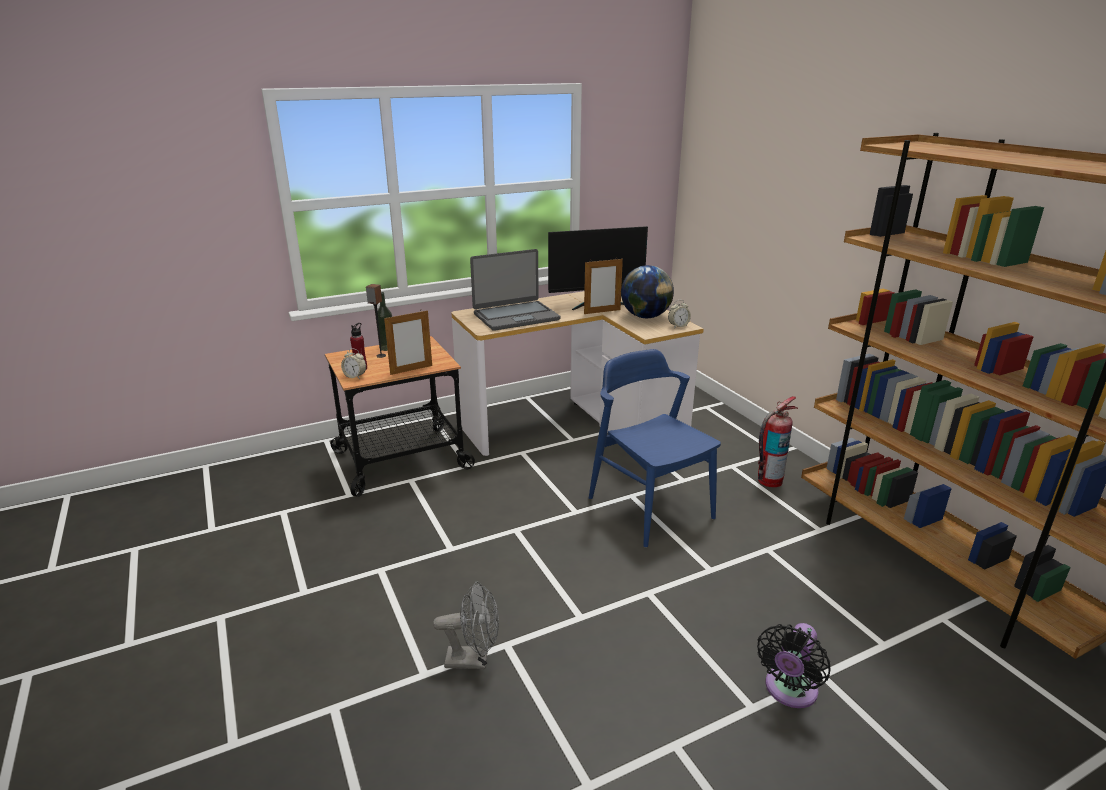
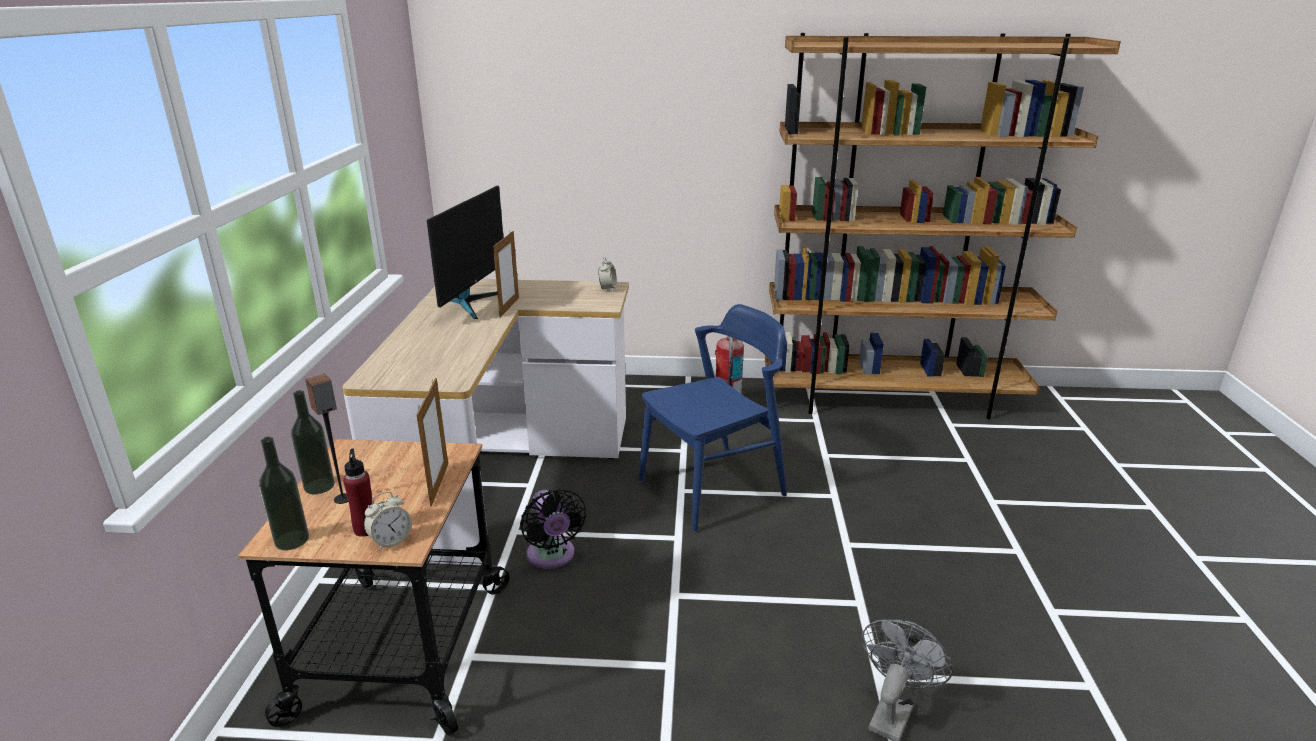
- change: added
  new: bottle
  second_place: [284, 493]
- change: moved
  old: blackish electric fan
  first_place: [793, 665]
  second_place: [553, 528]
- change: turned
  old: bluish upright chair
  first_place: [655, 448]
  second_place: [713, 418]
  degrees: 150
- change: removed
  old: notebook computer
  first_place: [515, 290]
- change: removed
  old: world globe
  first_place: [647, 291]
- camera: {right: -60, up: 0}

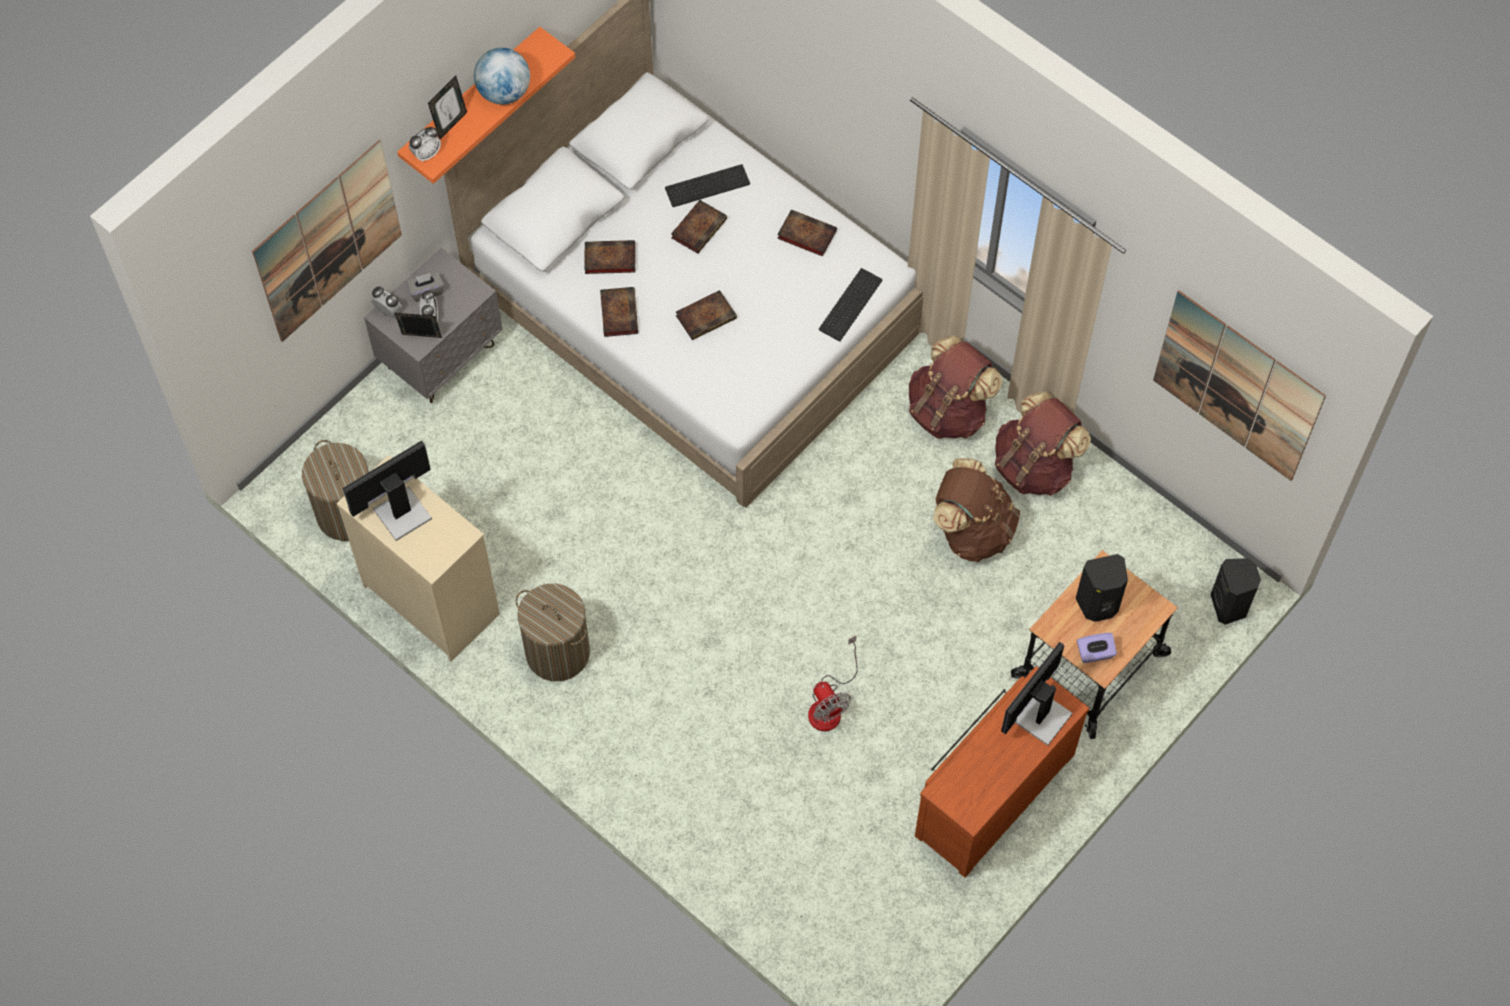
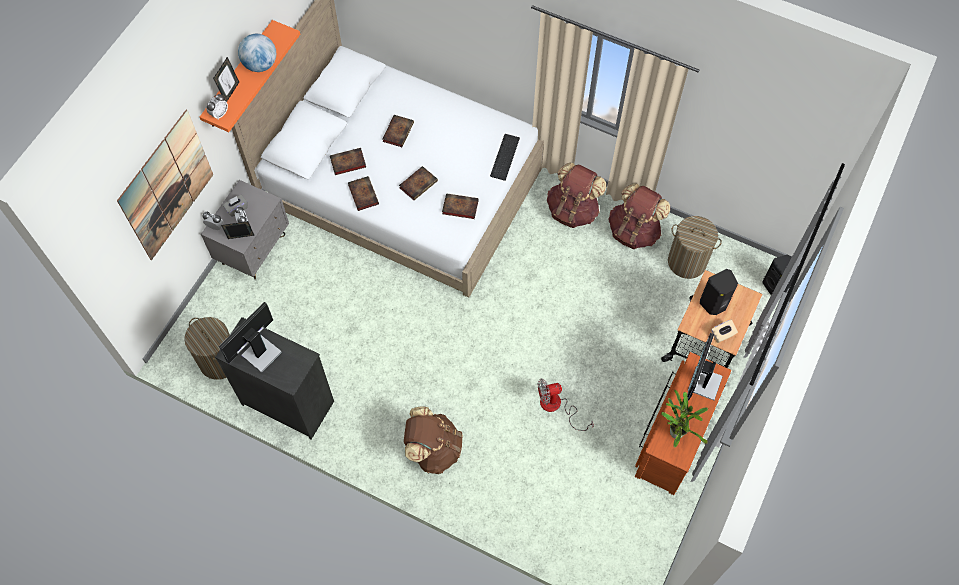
- change: recoloured
  old: beige chest of drawers
  new: blackish chest of drawers
  first_place: [418, 558]
  second_place: [274, 378]
- change: moved
  old: brownish knapsack
  first_place: [976, 510]
  second_place: [433, 440]
- change: moved
  old: bound book
  first_place: [807, 233]
  second_place: [460, 206]
- change: turned
  old: electric fan
  first_place: [833, 683]
  second_place: [566, 404]
  degrees: 120
- change: added
  new: plant in a pot
  second_place: [684, 419]
- change: moved
  old: hamper
  first_place: [553, 632]
  second_place: [695, 247]
- change: recoloured
  old: purple-coloured tissue holder
  new: beige tissue holder
  first_place: [1097, 648]
  second_place: [724, 331]
- change: removed
  old: PC keyboard
  first_place: [707, 185]
- change: removed
  old: picture
  first_place: [1239, 385]
- camera: {right: -15, up: 0}

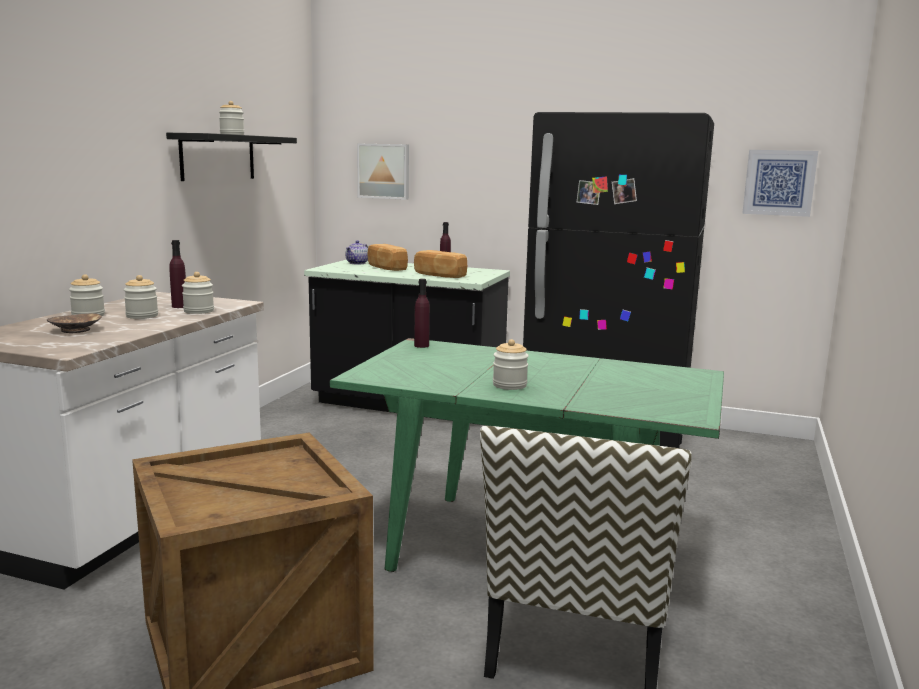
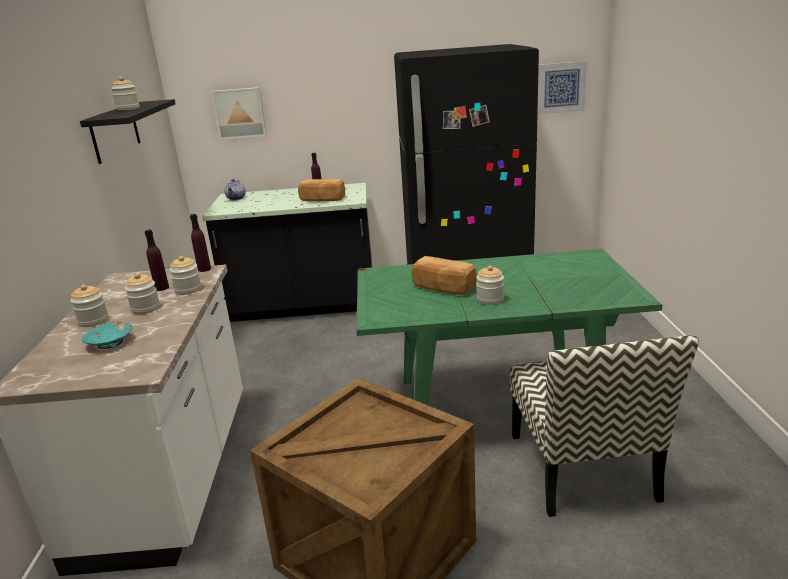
- change: recoloured
  old: brownish bowl
  new: turquoise-coloured bowl
  first_place: [74, 323]
  second_place: [107, 335]
- change: moved
  old: purple-coloured bottle
  first_place: [422, 313]
  second_place: [200, 243]
- change: moved
  old: bread
  first_place: [387, 257]
  second_place: [444, 275]
- camera: {right: -20, up: 10}

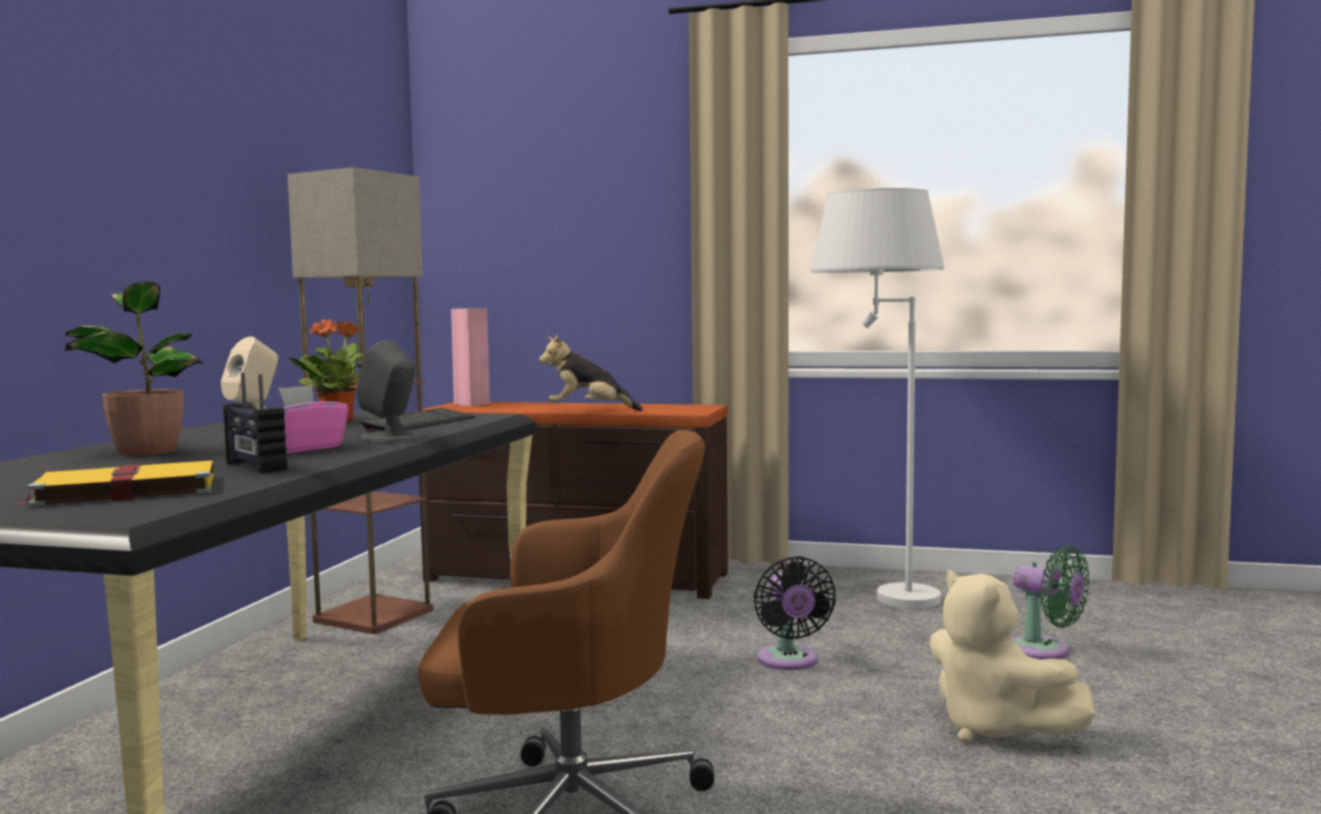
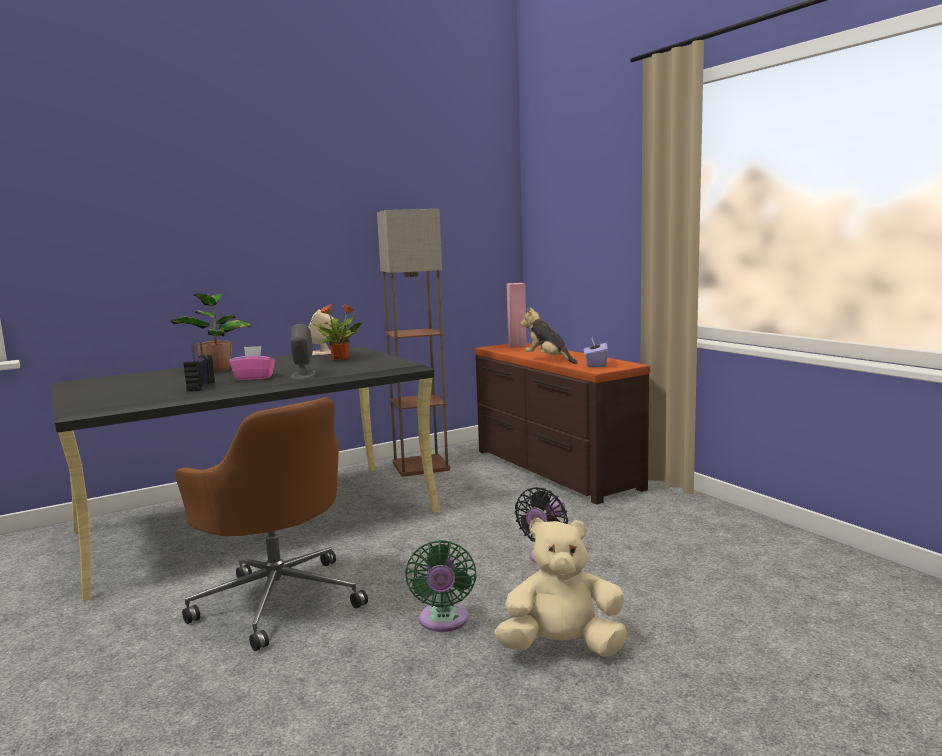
- change: moved
  old: green-coloured electric fan
  first_place: [1051, 602]
  second_place: [441, 586]
- change: turned
  old: beige soft toy
  first_place: [1012, 656]
  second_place: [561, 587]
  degrees: 75
- change: added
  new: purple-coloured tissue holder
  second_place: [596, 352]
- change: removed
  old: yellow-coloured bound book
  first_place: [115, 483]
- change: removed
  old: PC keyboard
  first_place: [417, 419]
- change: removed
  old: white standard lamp
  first_place: [877, 398]
- camera: {right: 45, up: 5}

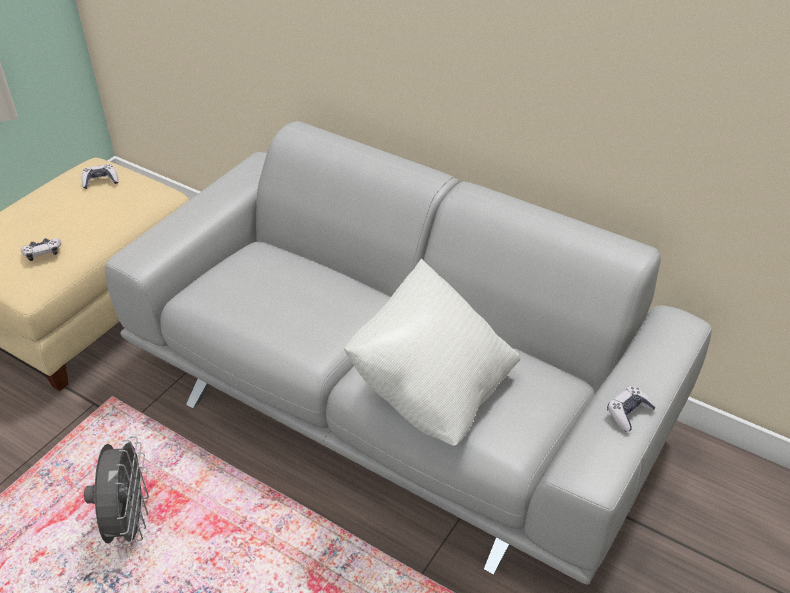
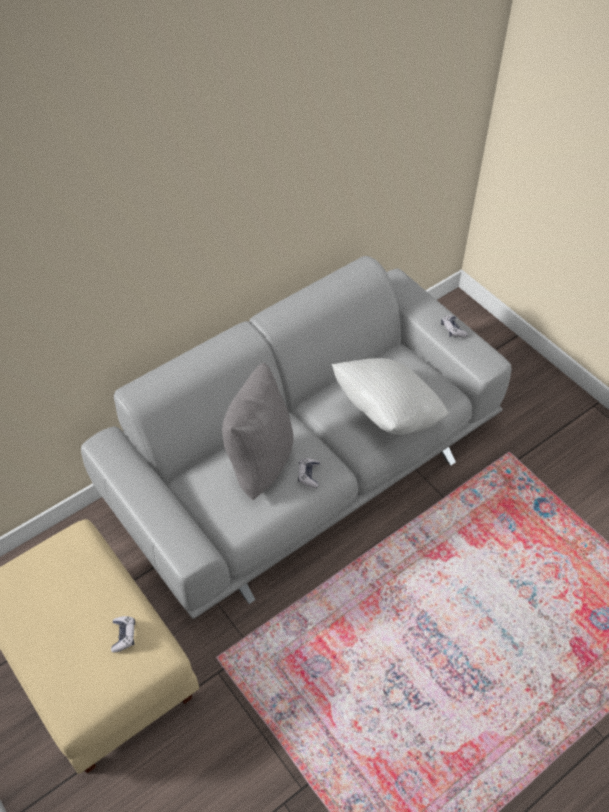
- change: added
  new: gray cushion
  second_place: [257, 431]
- change: moved
  old: game controller
  first_place: [100, 176]
  second_place: [309, 473]
- change: removed
  old: gray electric fan
  first_place: [116, 492]
- camera: {right: -70, up: 10}

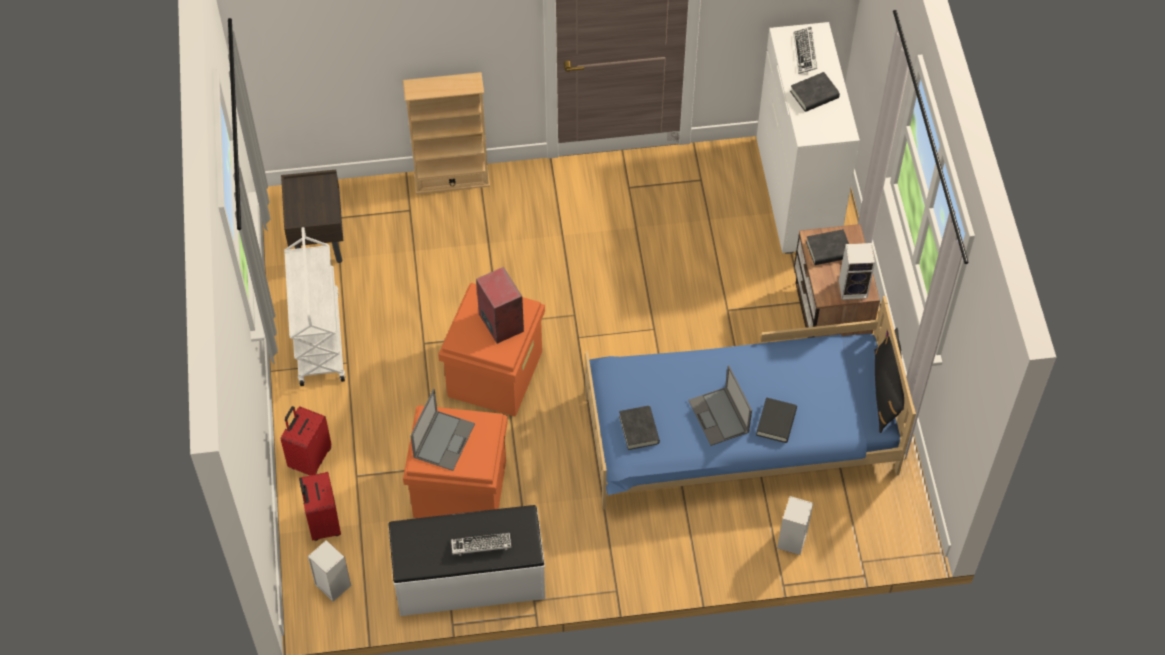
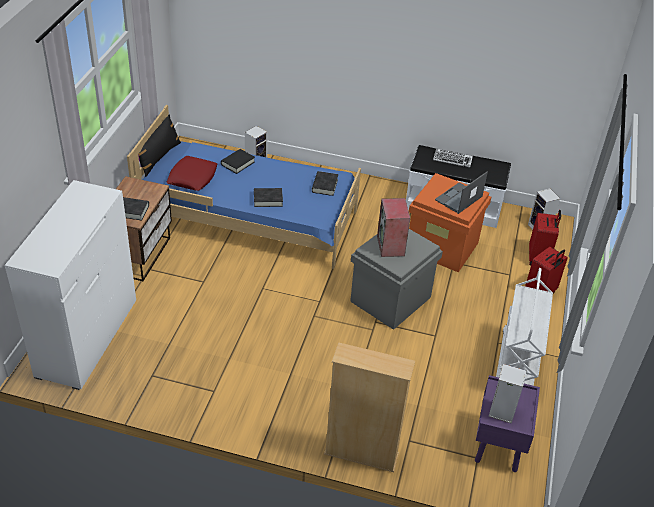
- change: added
  new: reddish cushion
  second_place: [192, 173]
- change: moved
  old: blackish bound book
  first_place: [815, 92]
  second_place: [268, 197]
- change: recoloured
  old: orange-coloured storage bin
  new: gray storage bin
  first_place: [491, 350]
  second_place: [396, 279]
- change: recoloured
  old: brownish bedside table
  new: purple-coloured bedside table
  first_place: [312, 216]
  second_place: [507, 423]
- change: moved
  old: loudspeaker
  first_place: [857, 271]
  second_place: [508, 394]
- change: removed
  old: notebook computer
  first_place: [720, 405]
- change: removed
  old: PC keyboard
  first_place: [805, 50]
- camera: {right: -160, up: -15}

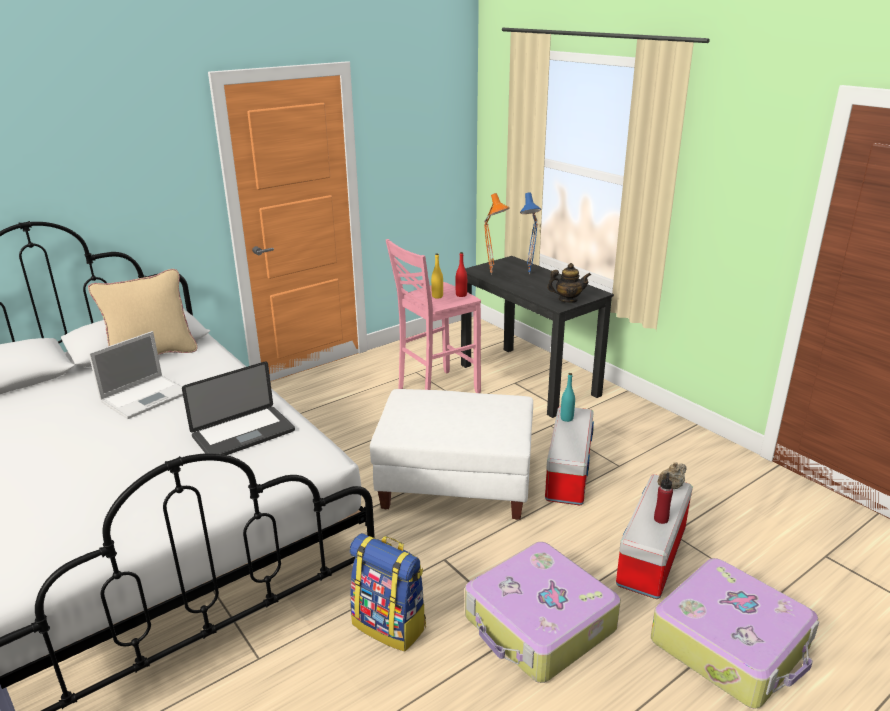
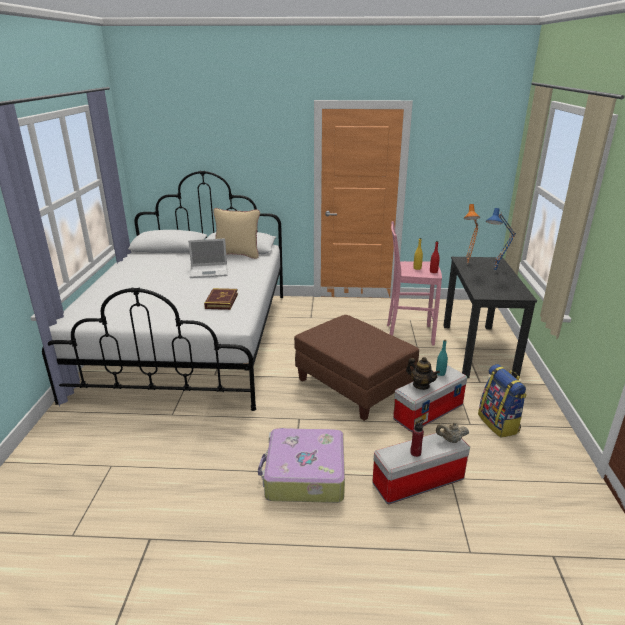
- change: replaced
  old: notebook computer
  new: bound book
  first_place: [238, 408]
  second_place: [221, 299]
- change: recoloured
  old: white footrest
  new: brownish footrest
  first_place: [451, 454]
  second_place: [356, 368]
- change: moved
  old: pot for tea
  first_place: [569, 283]
  second_place: [423, 373]
- change: moved
  old: knapsack
  first_place: [388, 592]
  second_place: [502, 401]
- change: removed
  old: suitcase
  first_place: [735, 633]
- camera: {right: 40, up: 0}

